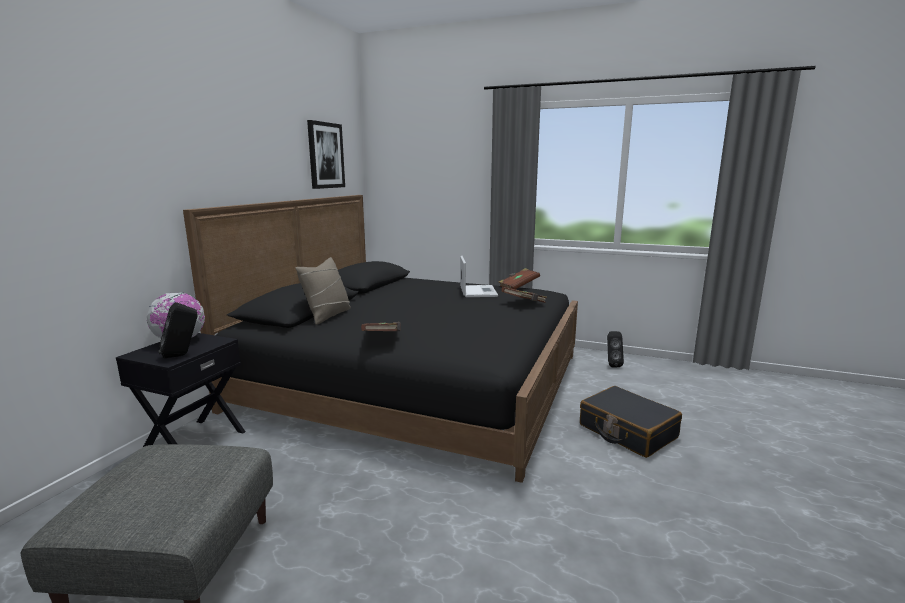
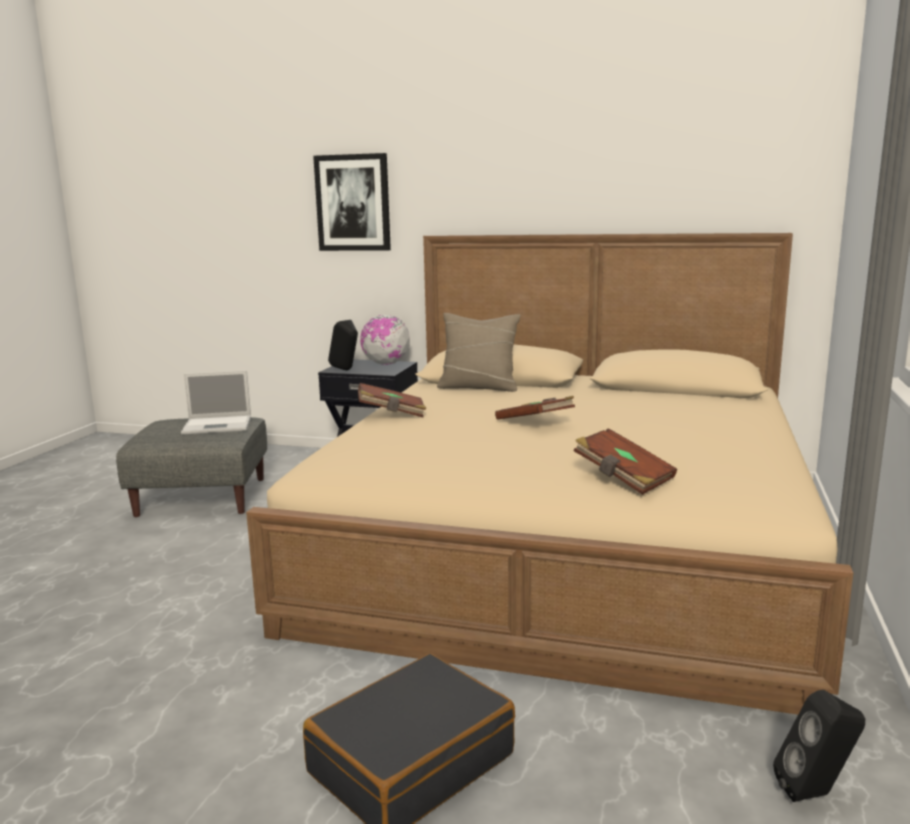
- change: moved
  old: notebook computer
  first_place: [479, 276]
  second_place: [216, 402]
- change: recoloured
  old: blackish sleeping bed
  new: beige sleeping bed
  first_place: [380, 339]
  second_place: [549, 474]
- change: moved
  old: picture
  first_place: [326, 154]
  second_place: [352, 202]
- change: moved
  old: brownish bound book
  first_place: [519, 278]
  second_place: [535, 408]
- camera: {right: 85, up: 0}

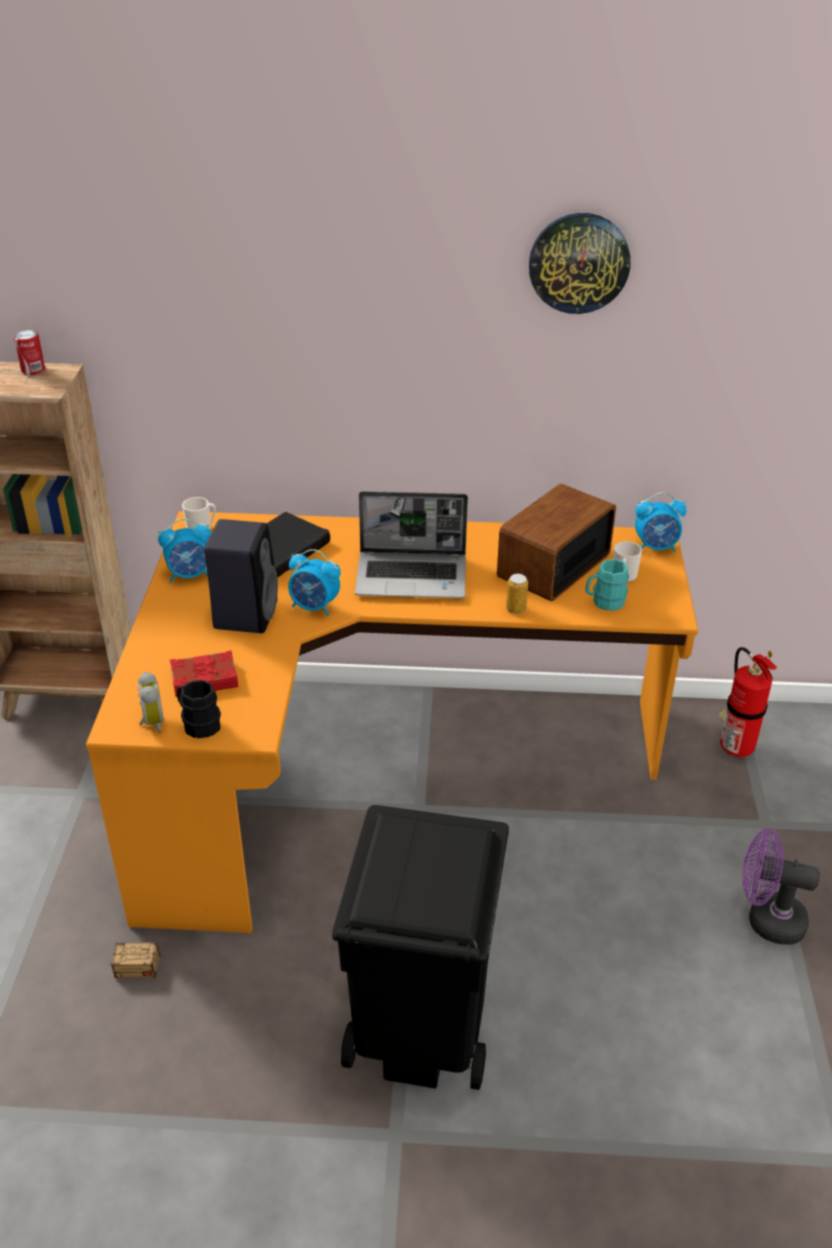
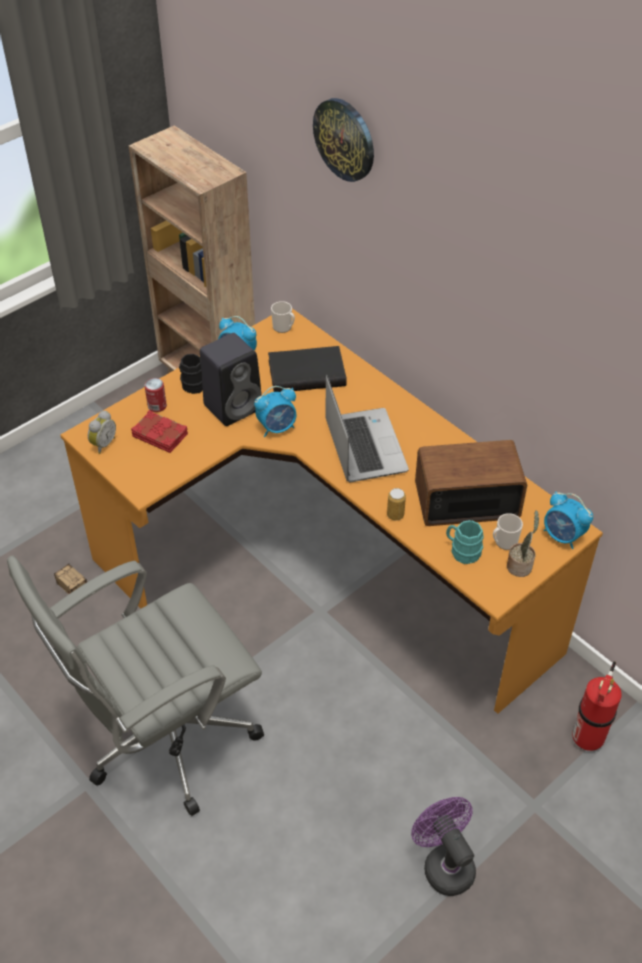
- change: replaced
  old: blackish trash can
  new: gray desk chair
  first_place: [420, 947]
  second_place: [135, 685]
- change: moved
  old: sealed can
  first_place: [29, 352]
  second_place: [155, 395]
- change: moved
  old: blackish tea mug
  first_place: [199, 709]
  second_place: [191, 374]
- change: turned
  old: table clock
  first_place: [314, 582]
  second_place: [275, 411]
  degrees: -90
- change: moved
  old: wall clock
  first_place: [580, 263]
  second_place: [343, 140]
- change: turned
  old: notebook computer
  first_place: [411, 544]
  second_place: [367, 428]
  degrees: -150
- change: added
  new: plant in a pot
  second_place: [523, 543]
- camera: {right: 45, up: 10}

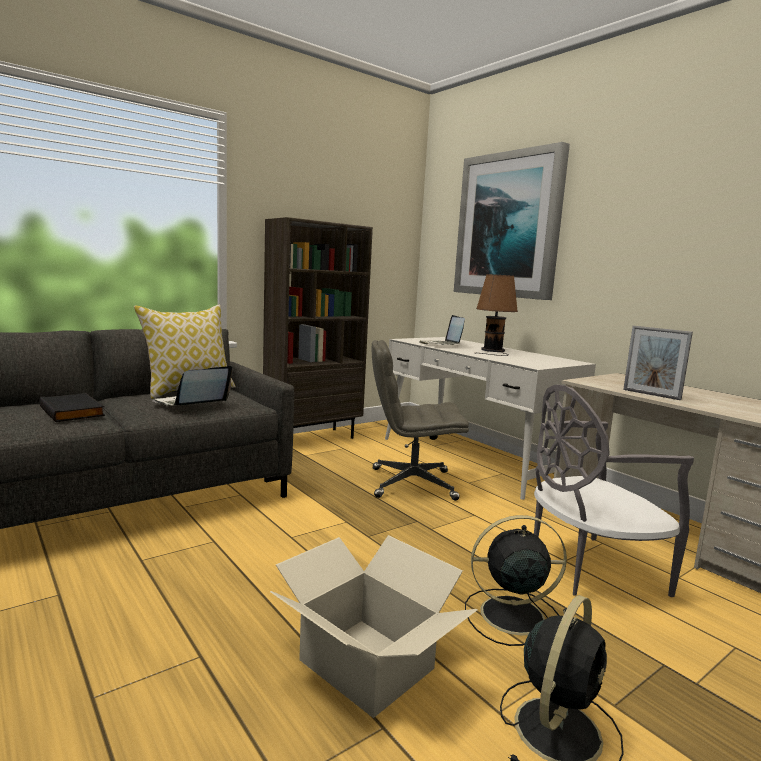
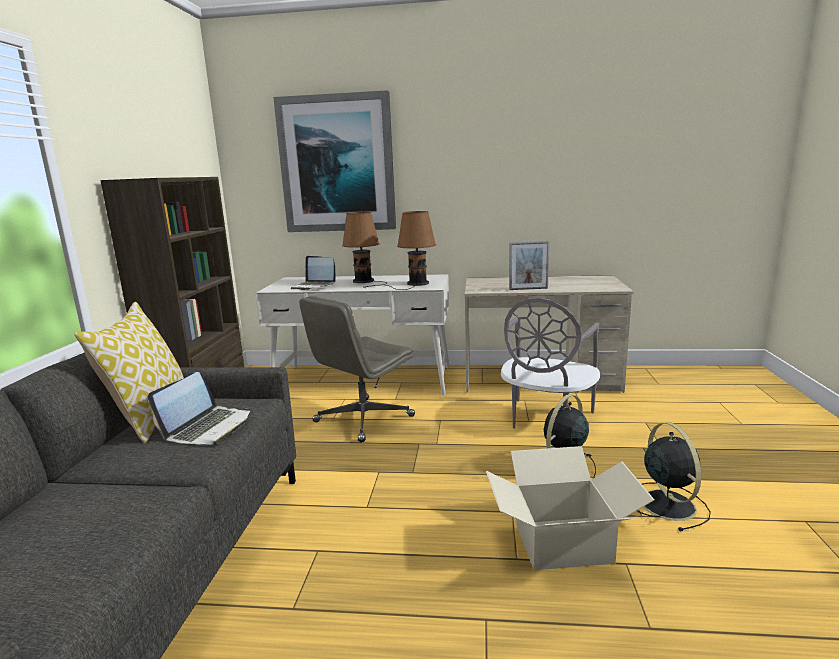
- change: turned
  old: notebook computer
  first_place: [192, 386]
  second_place: [198, 408]
  degrees: -150
- change: added
  new: brownish tabletop lamp
  second_place: [411, 250]
- change: removed
  old: blackish bound book
  first_place: [72, 407]
- camera: {right: -45, up: 5}

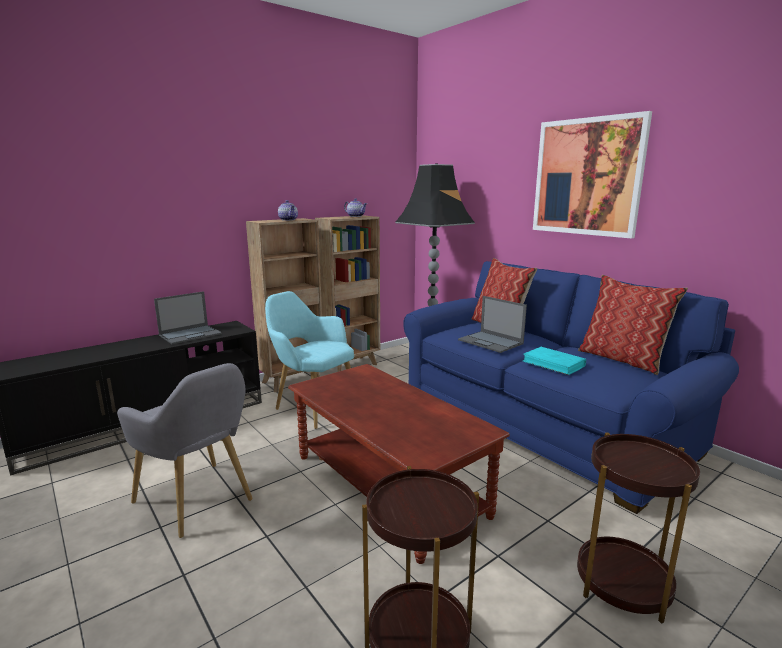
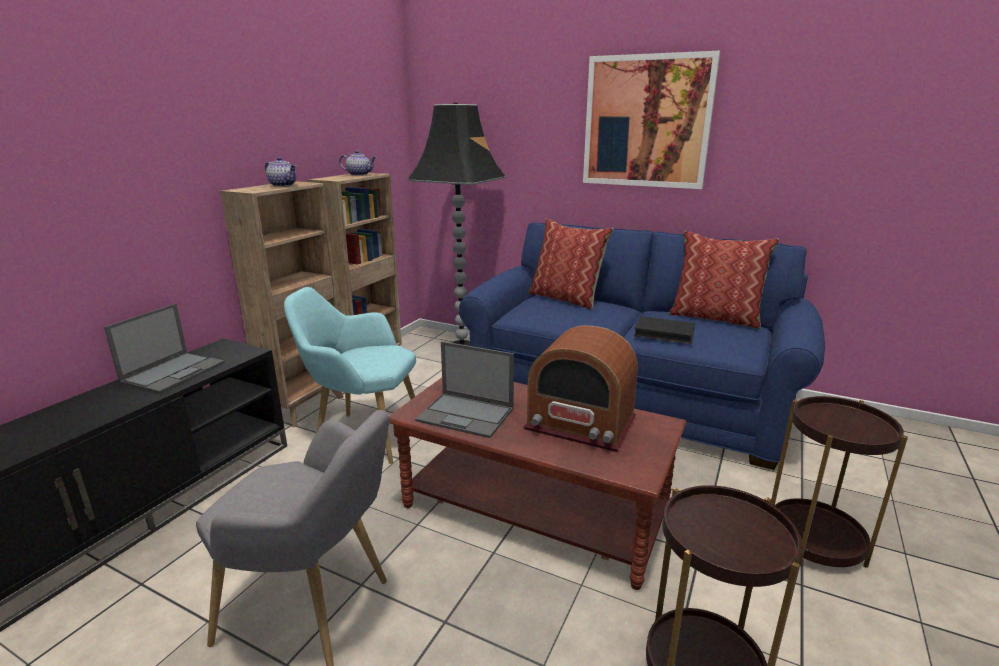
- change: moved
  old: notebook computer
  first_place: [492, 324]
  second_place: [464, 389]
- change: added
  new: radio receiver
  second_place: [581, 388]
- change: recoloured
  old: turquoise-coloured bound book
  new: blackish bound book
  first_place: [554, 361]
  second_place: [664, 330]
- camera: {right: -25, up: 5}

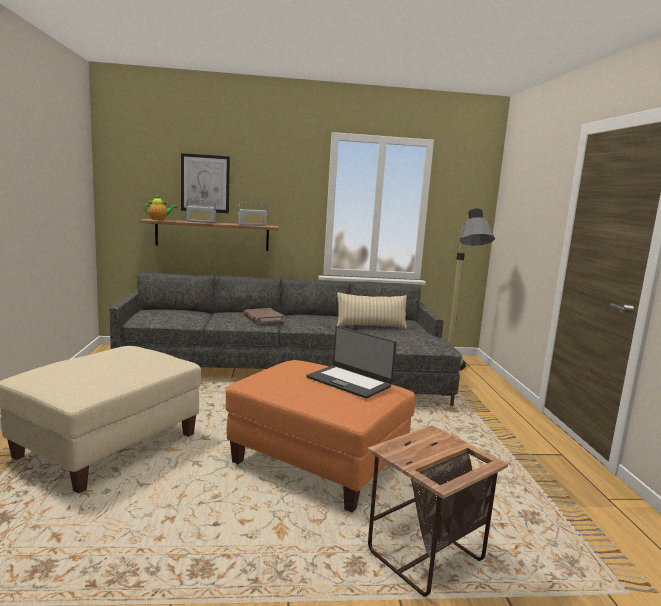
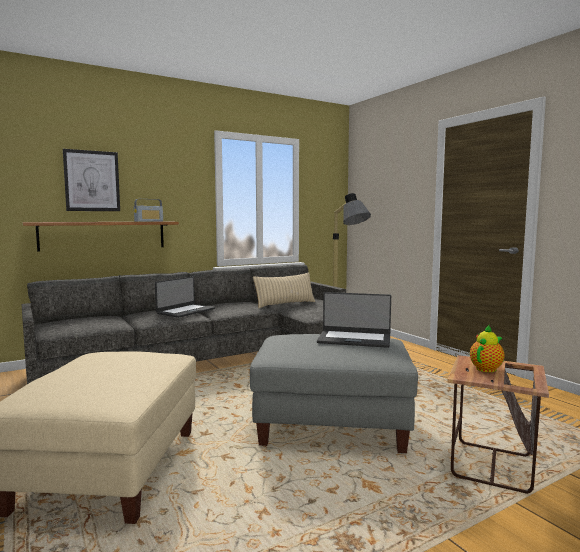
- change: replaced
  old: brownish bound book
  new: notebook computer
  first_place: [263, 316]
  second_place: [185, 297]
- change: recoloured
  old: orange-coloured footrest
  new: gray footrest
  first_place: [321, 436]
  second_place: [334, 393]
- change: moved
  old: pot for tea
  first_place: [160, 207]
  second_place: [487, 348]
- change: removed
  old: radio receiver
  first_place: [201, 211]
- camera: {right: -25, up: -5}

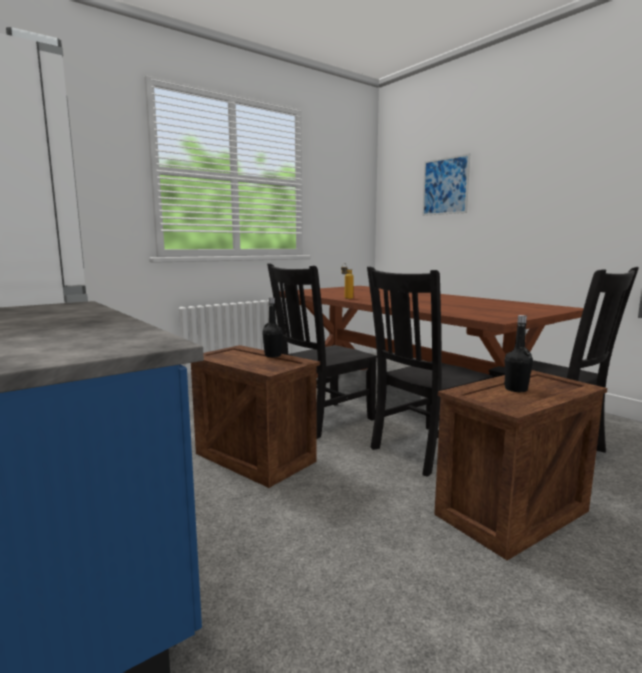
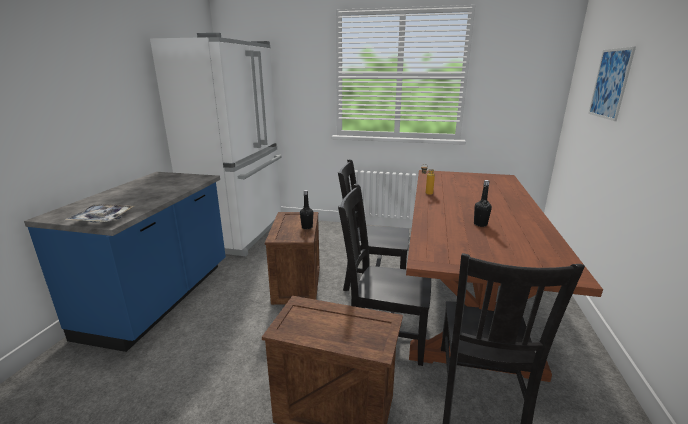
- change: added
  new: serving tray
  second_place: [99, 213]
- change: moved
  old: blackish bottle
  first_place: [518, 353]
  second_place: [483, 203]
- camera: {right: 50, up: 10}

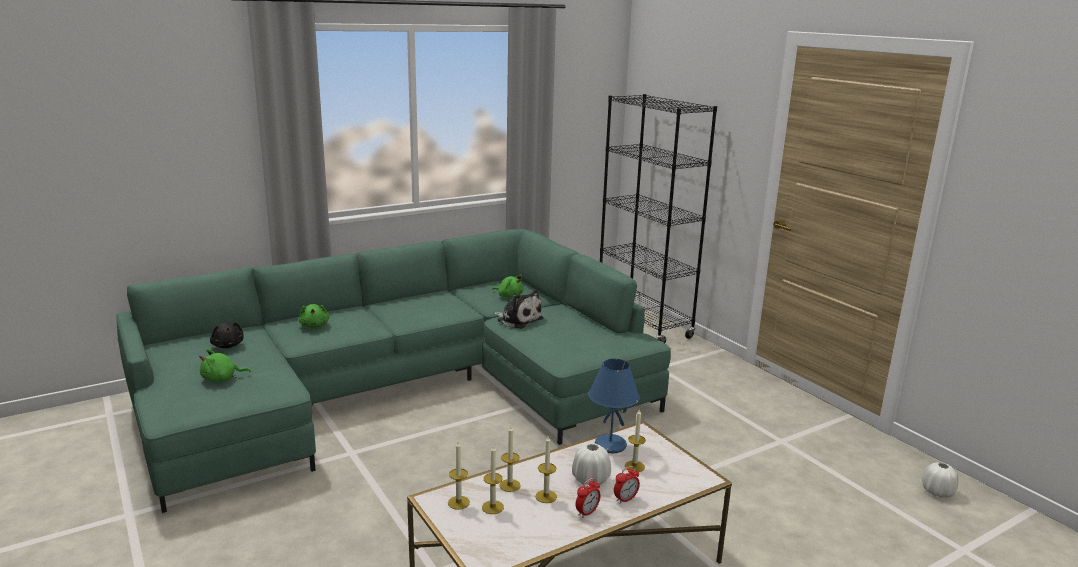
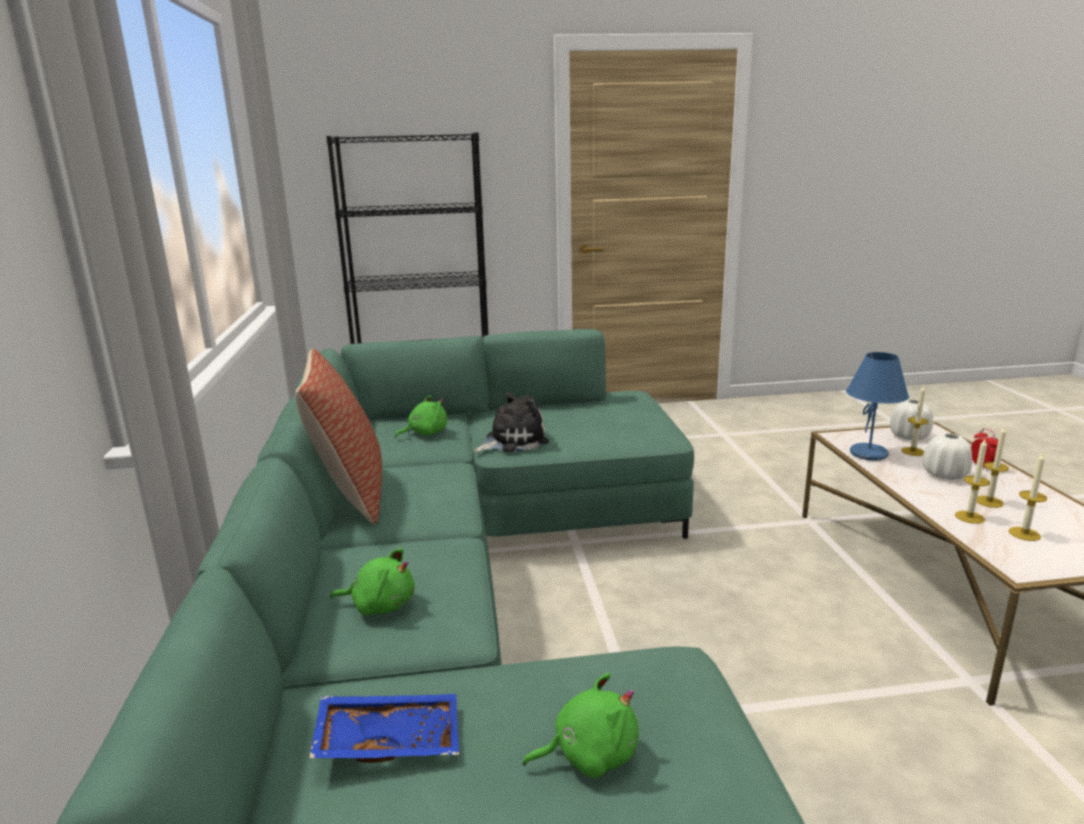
- change: added
  new: cushion
  second_place: [338, 436]
- change: replaced
  old: blackish soft toy
  new: bluish serving tray
  first_place: [227, 335]
  second_place: [384, 728]
- change: turned
  old: green-coloured soft toy
  first_place: [225, 365]
  second_place: [581, 725]
  degrees: -105
- change: moved
  old: white flower vase
  first_place: [940, 480]
  second_place: [911, 419]
- change: removed
  old: wax light
  first_place: [459, 475]
- change: removed
  old: table clock
  first_place: [588, 498]
- camera: {right: -65, up: 0}

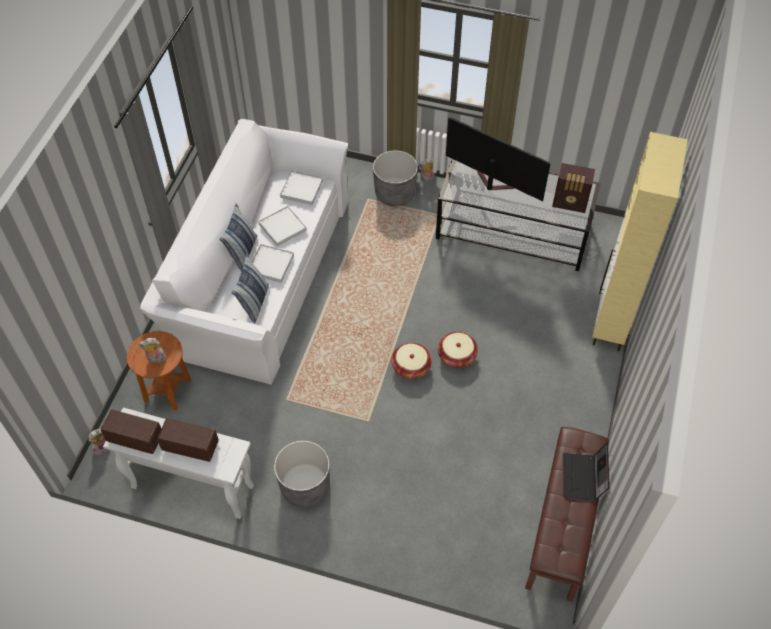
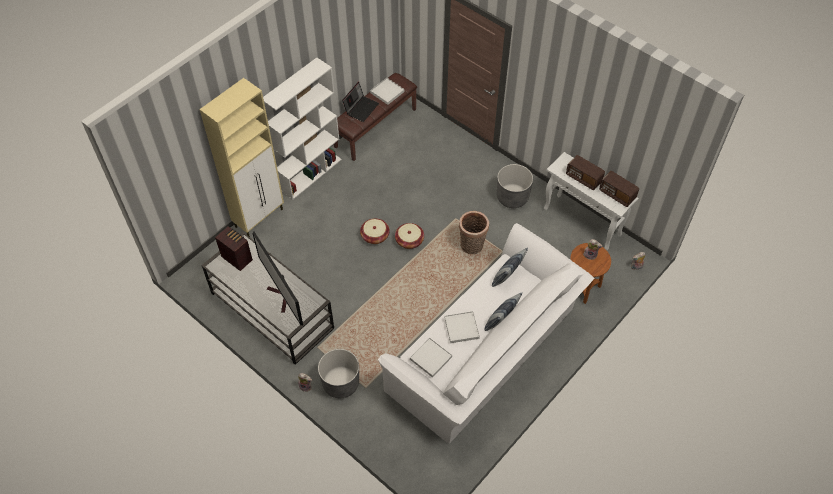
- change: added
  new: white bookcase
  second_place: [302, 129]
- change: moved
  old: white serving tray
  first_place: [273, 263]
  second_place: [387, 91]
- change: added
  new: storage basket
  second_place: [474, 232]
- camera: {right: -155, up: 0}

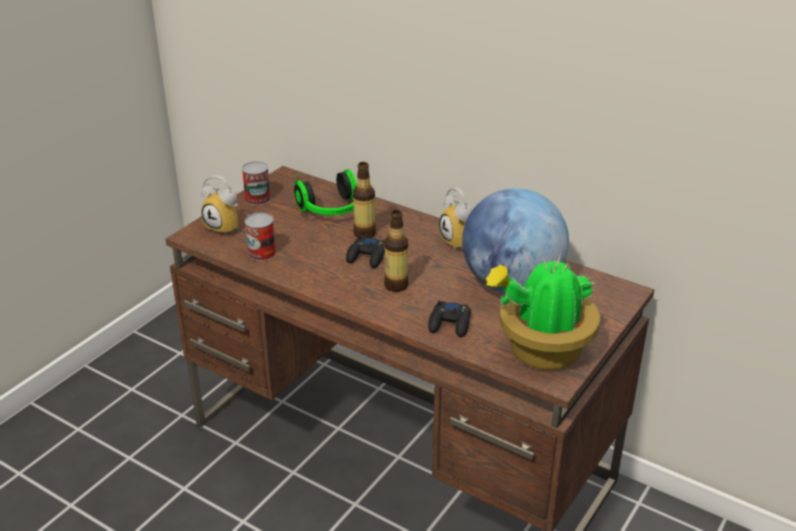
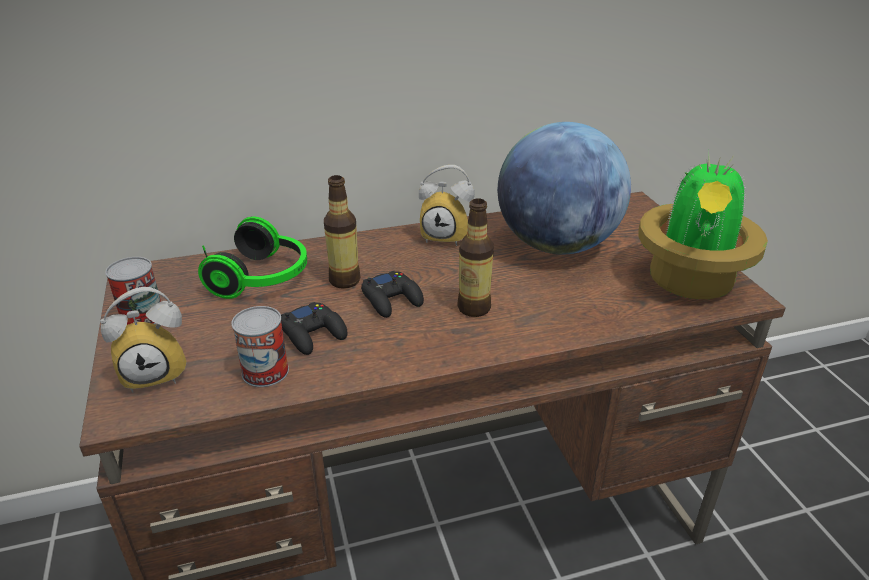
- change: moved
  old: blackish game controller
  first_place: [449, 319]
  second_place: [314, 328]
- camera: {right: -50, up: 0}

